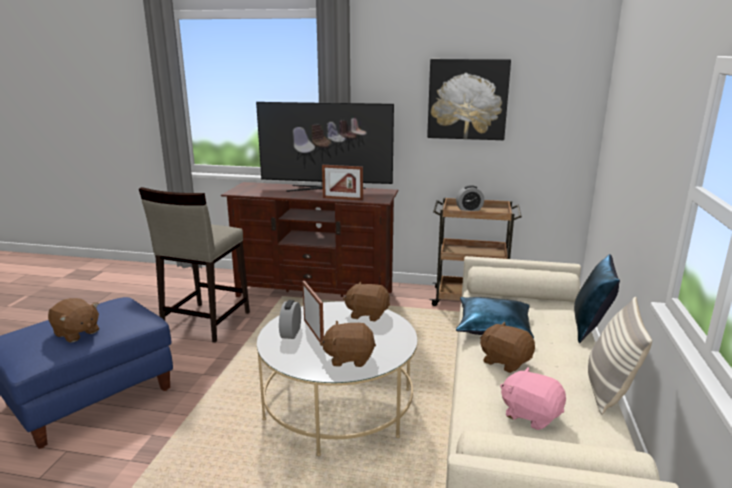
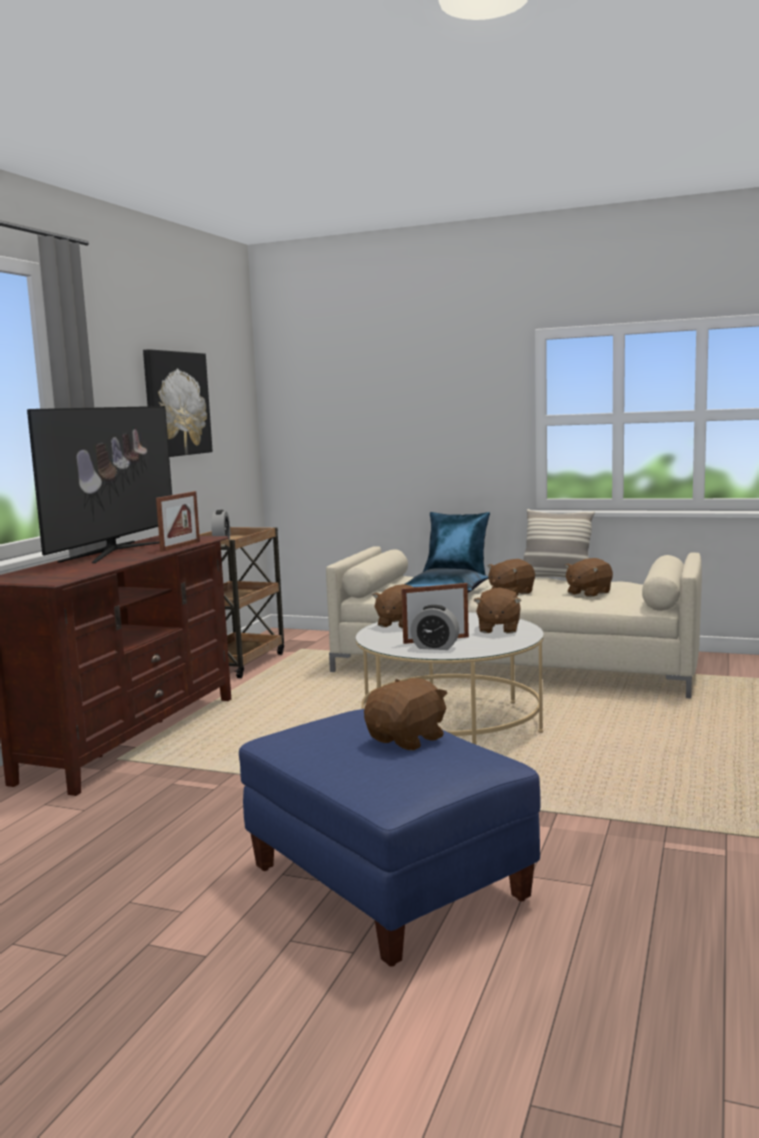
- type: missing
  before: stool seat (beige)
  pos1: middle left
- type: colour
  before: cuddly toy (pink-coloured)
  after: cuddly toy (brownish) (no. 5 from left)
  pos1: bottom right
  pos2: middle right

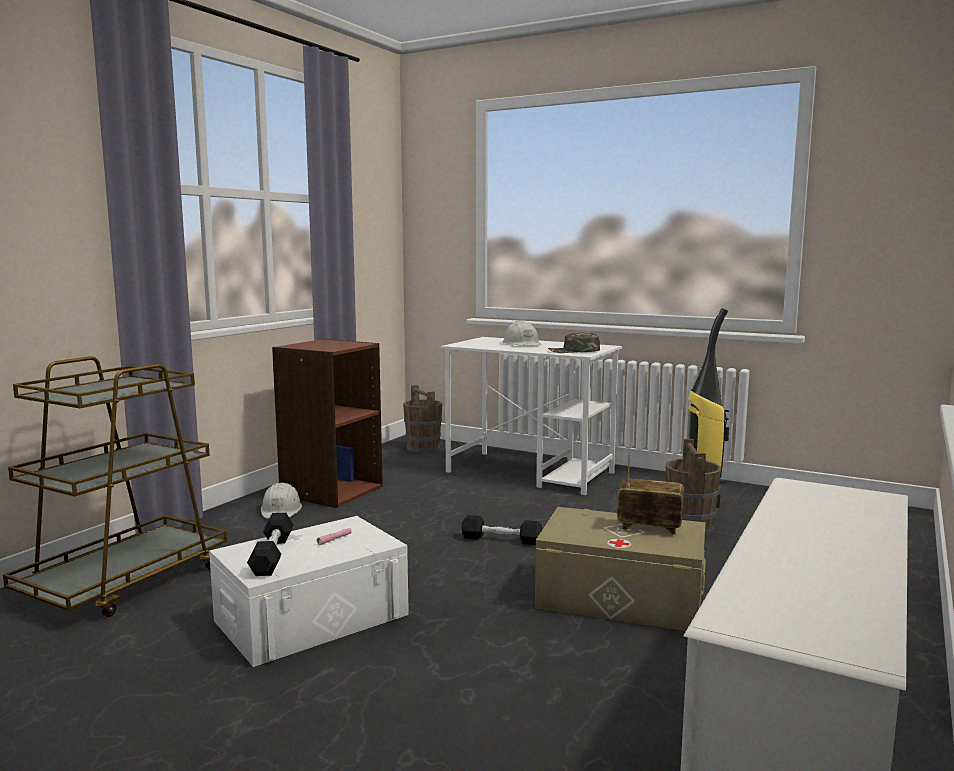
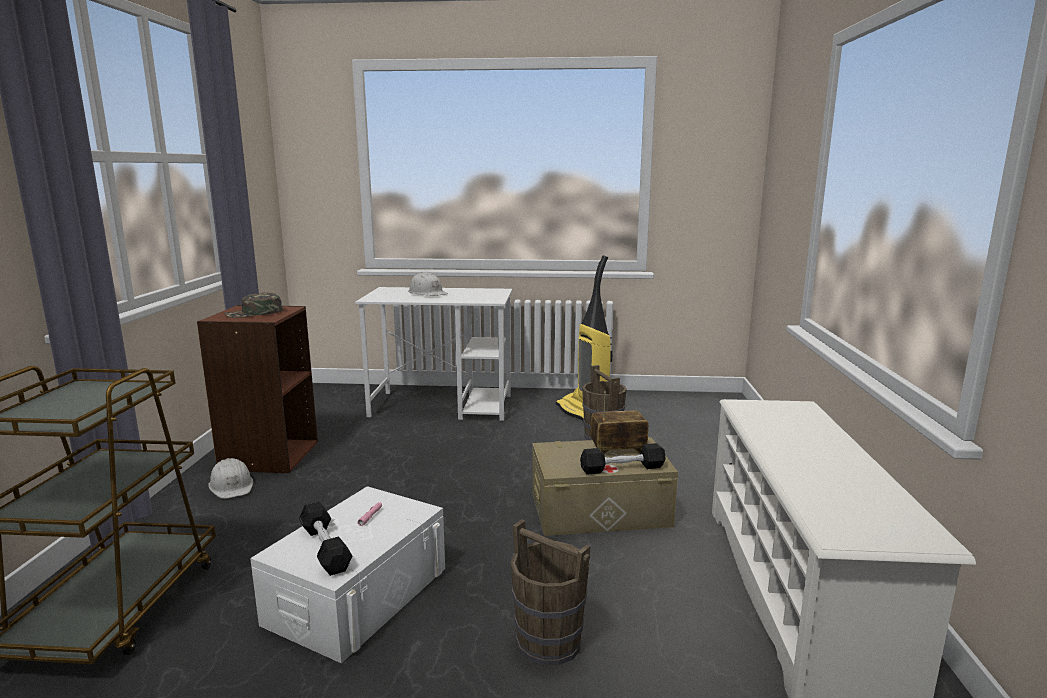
- type: relocated
  before: pail (brownish) (no. 1 from left)
  pos1: centre
  pos2: bottom centre
- type: relocated
  before: free weight (black-coloured) (no. 2 from left)
  pos1: bottom centre
  pos2: centre
- type: relocated
  before: peaked cap (green)
  pos1: centre
  pos2: middle left

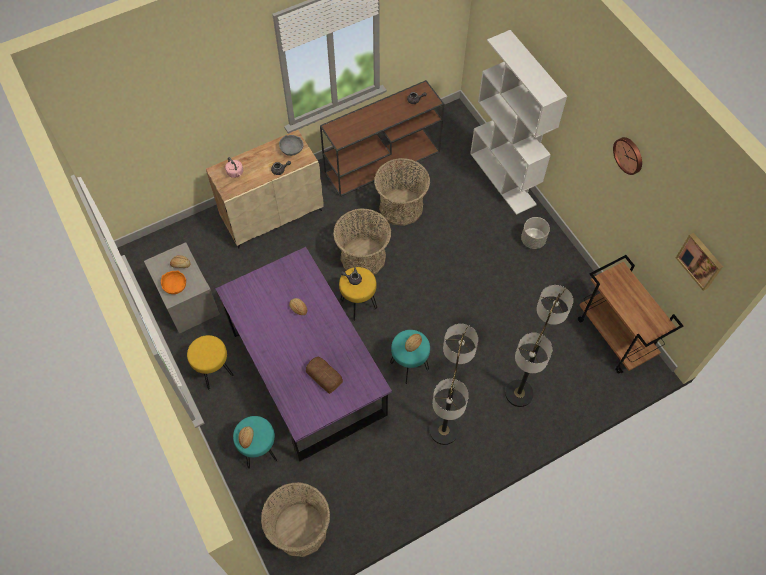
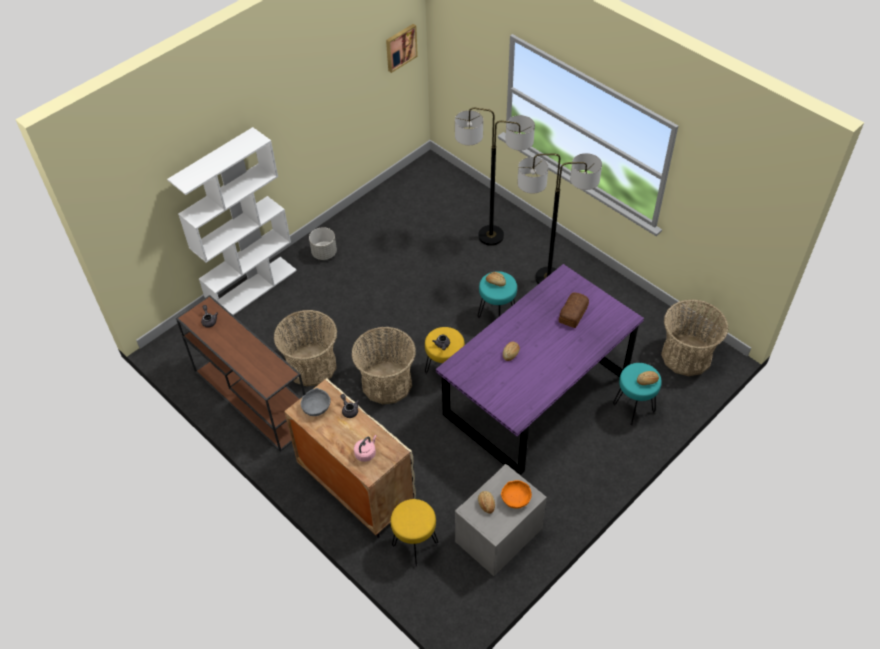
- type: missing
  before: trolley (brownish)
  pos1: middle right
- type: missing
  before: clock on the wall
  pos1: top right
- type: relocated
  before: stool seat (yellowish) (no. 1 from left)
  pos1: middle left
  pos2: bottom centre

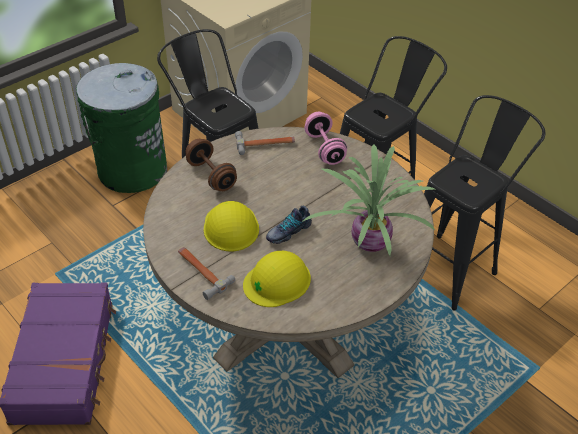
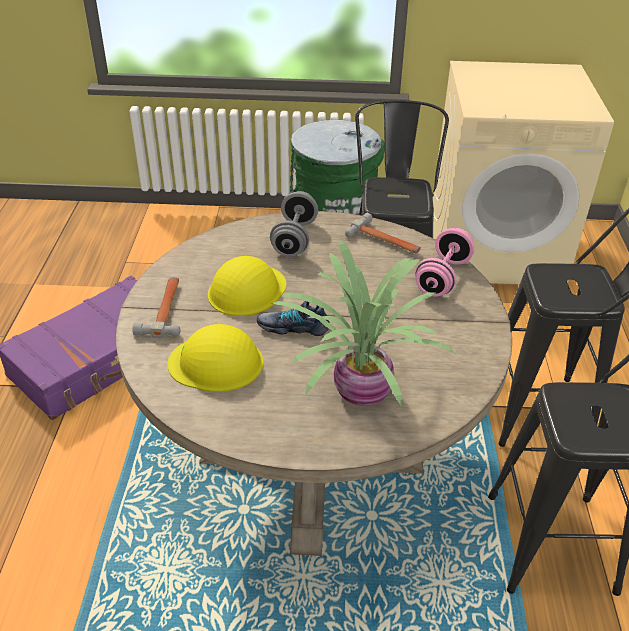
- type: colour
  before: free weight (brownish)
  after: free weight (grey)
  pos1: centre
  pos2: centre

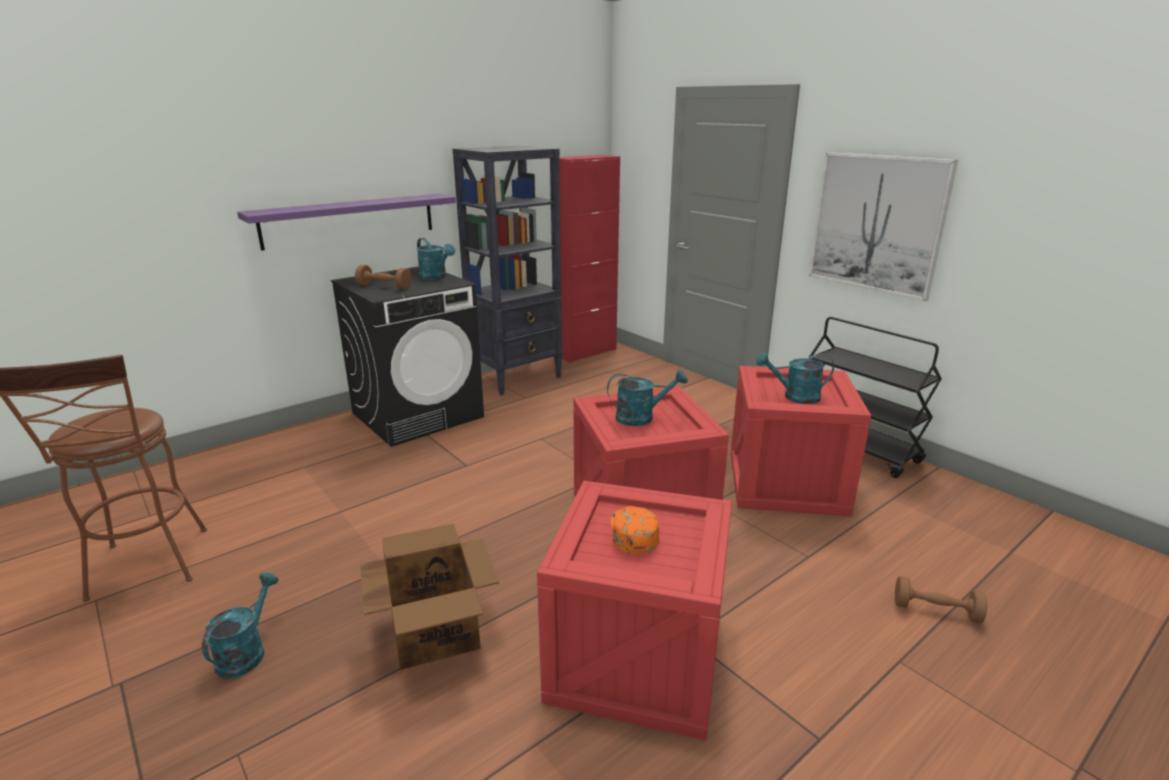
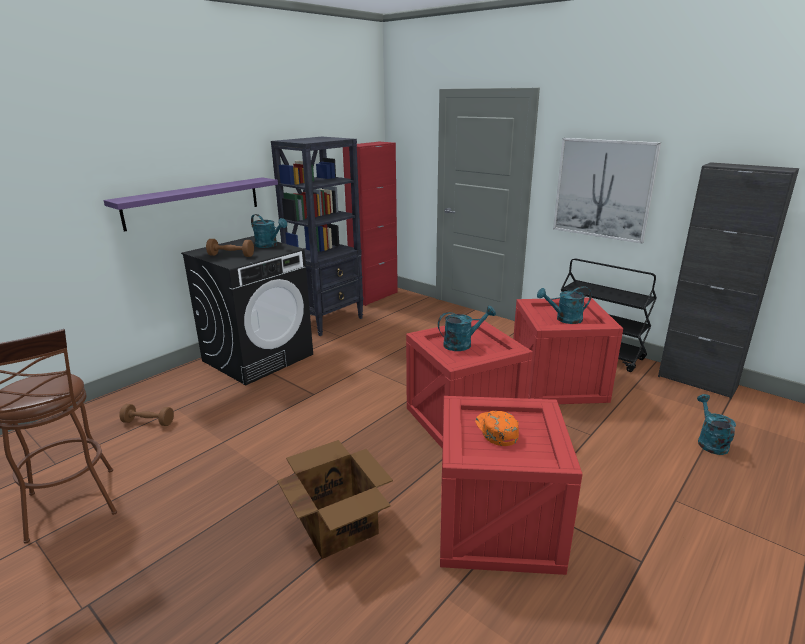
- type: appeared
  after: cabinet (black-coloured)
  pos2: middle right
- type: relocated
  before: sprinkling can (blue-green) (no. 1 from left in the first image)
  after: sprinkling can (blue-green) (no. 4 from left)
  pos1: bottom left
  pos2: middle right
- type: relocated
  before: free weight (brownish) (no. 2 from left in the first image)
  after: free weight (brownish) (no. 1 from left)
  pos1: bottom right
  pos2: middle left

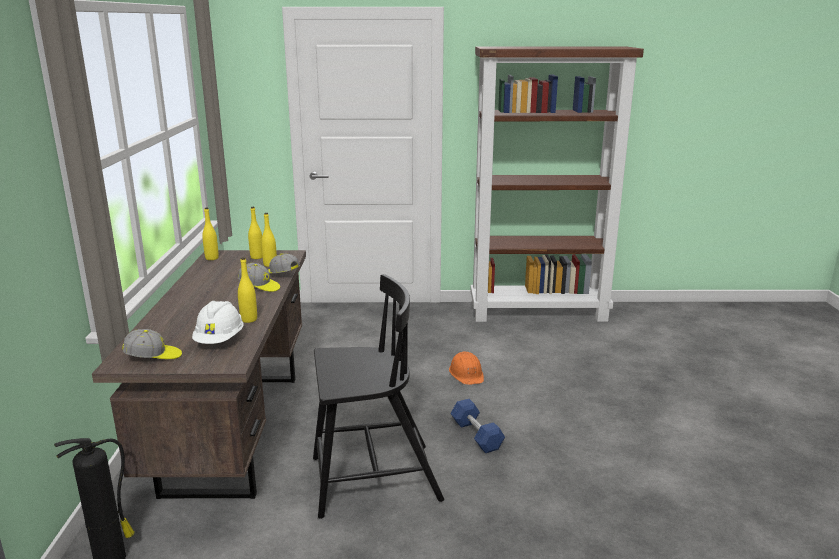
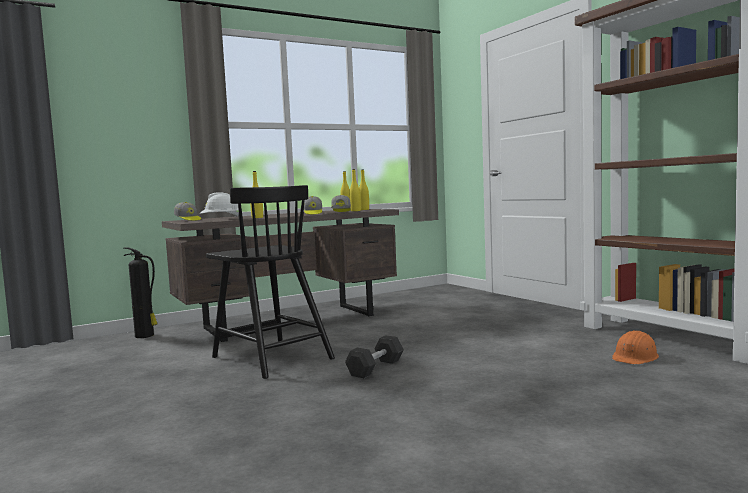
- type: relocated
  before: hard hat (orange-coloured)
  pos1: centre
  pos2: bottom right
- type: colour
  before: free weight (bluish)
  after: free weight (grey)
  pos1: bottom centre
  pos2: bottom centre

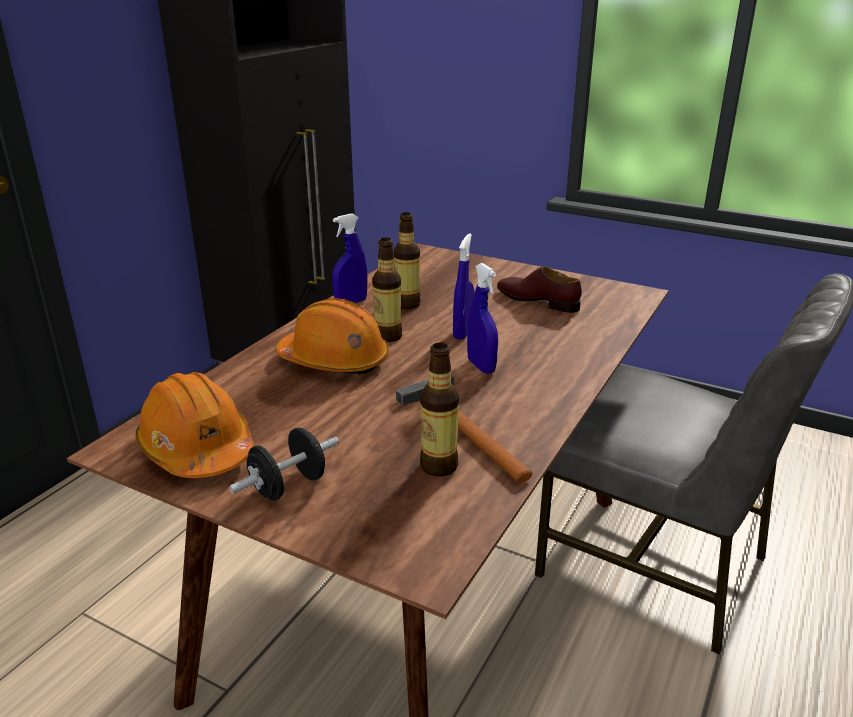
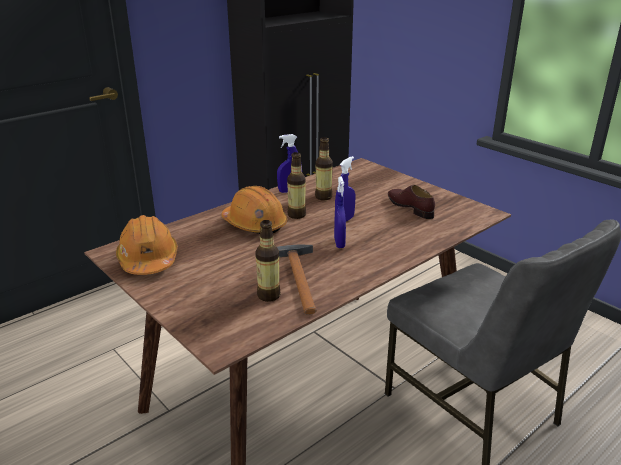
- type: missing
  before: free weight (black-coloured)
  pos1: middle left

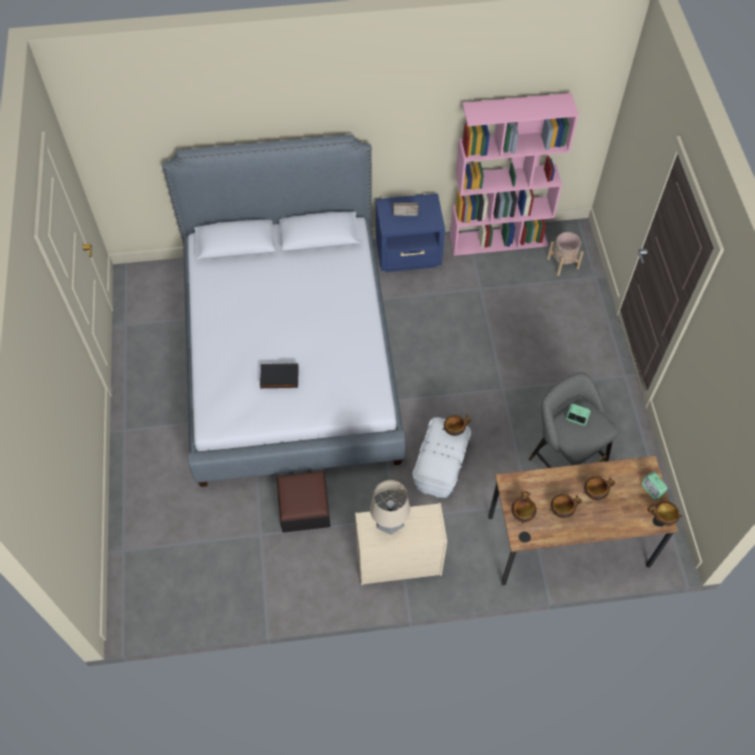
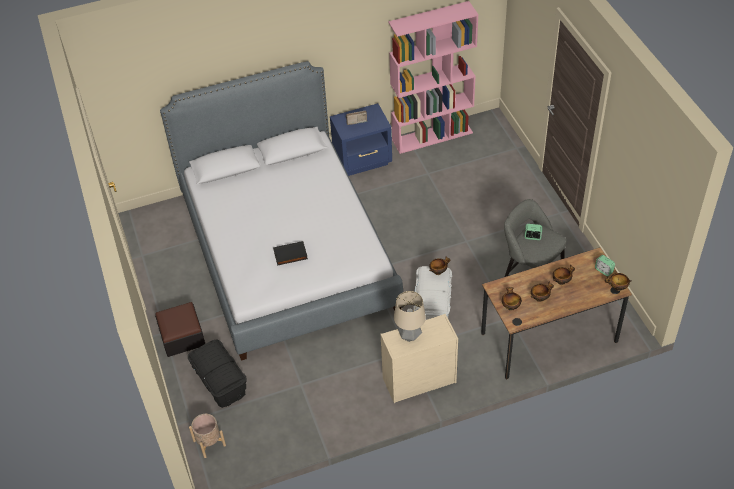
- type: appeared
  after: storage container (black-coloured)
  pos2: bottom left
- type: relocated
  before: pouffe
  pos1: centre
  pos2: bottom left
- type: relocated
  before: planter (beige)
  pos1: middle right
  pos2: bottom left

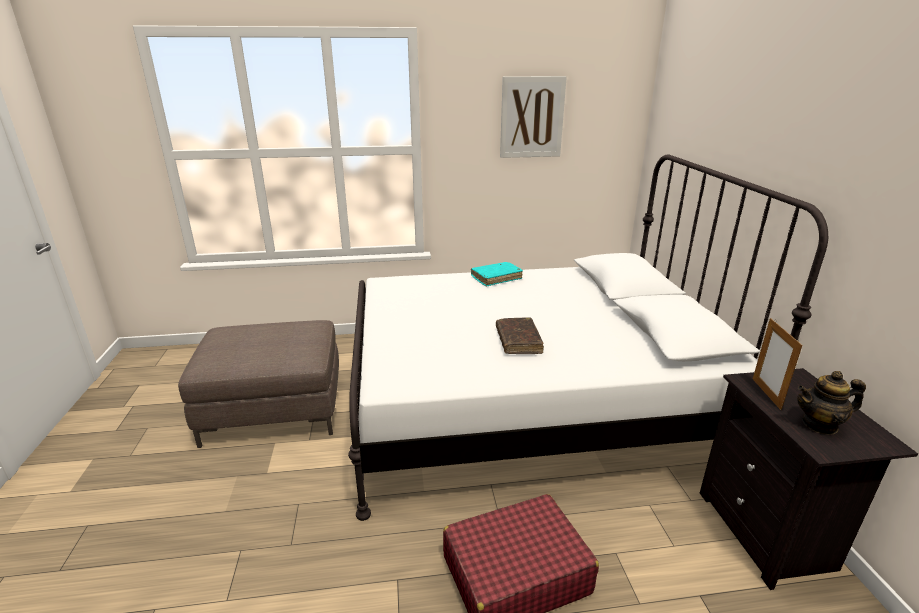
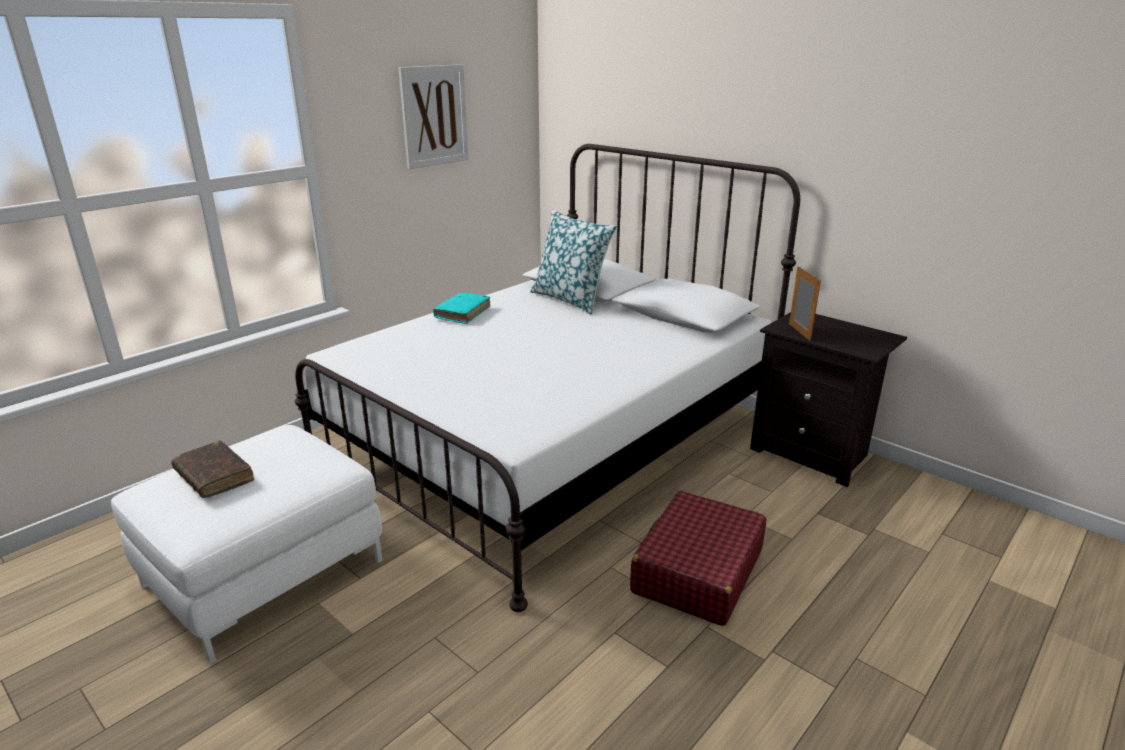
- type: missing
  before: tea pot
  pos1: middle right
- type: appeared
  after: pillow
  pos2: centre
- type: relocated
  before: book (brownish)
  pos1: centre
  pos2: middle left
- type: colour
  before: pouffe (brownish)
  after: pouffe (white-coloured)
  pos1: middle left
  pos2: bottom left
- type: spun
  before: standing frame
  pos1: middle right
  pos2: middle right
  turn: -150

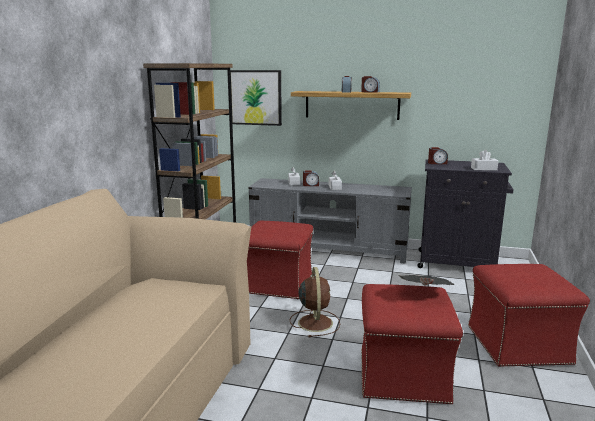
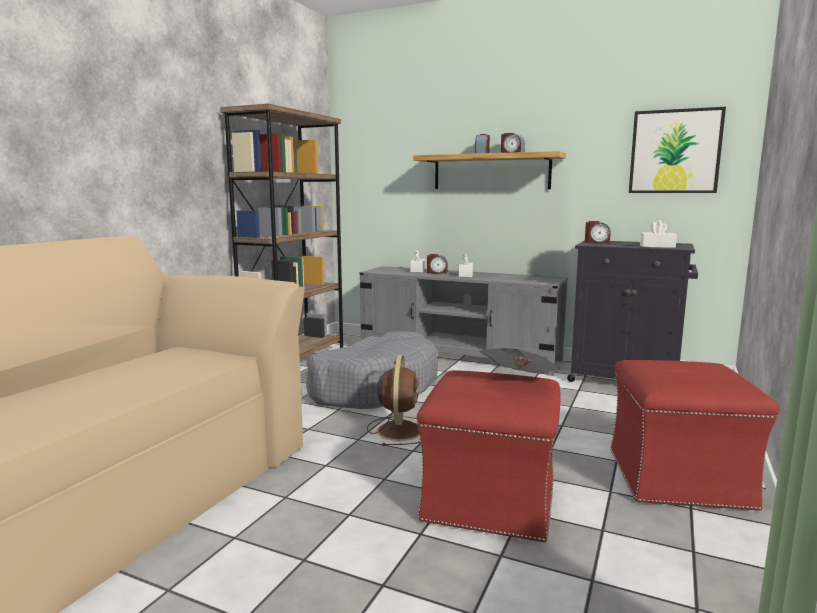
- type: relocated
  before: picture
  pos1: top centre
  pos2: top right
- type: exchanged
  before: pouffe (reddish) (no. 1 from left)
  after: pet bed (grey)
  pos1: centre
  pos2: centre

